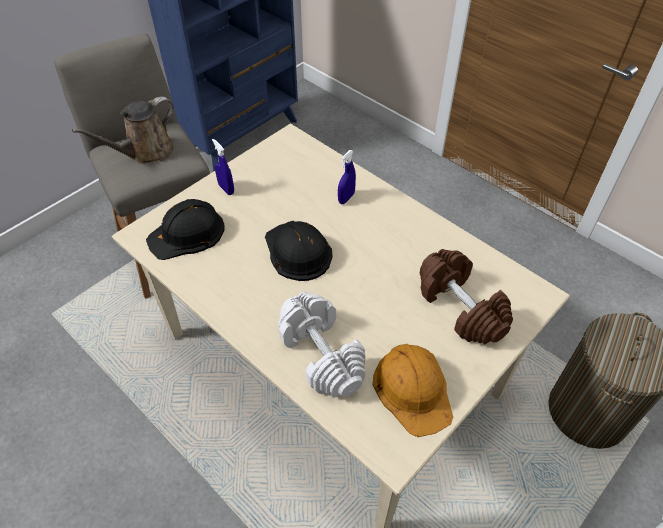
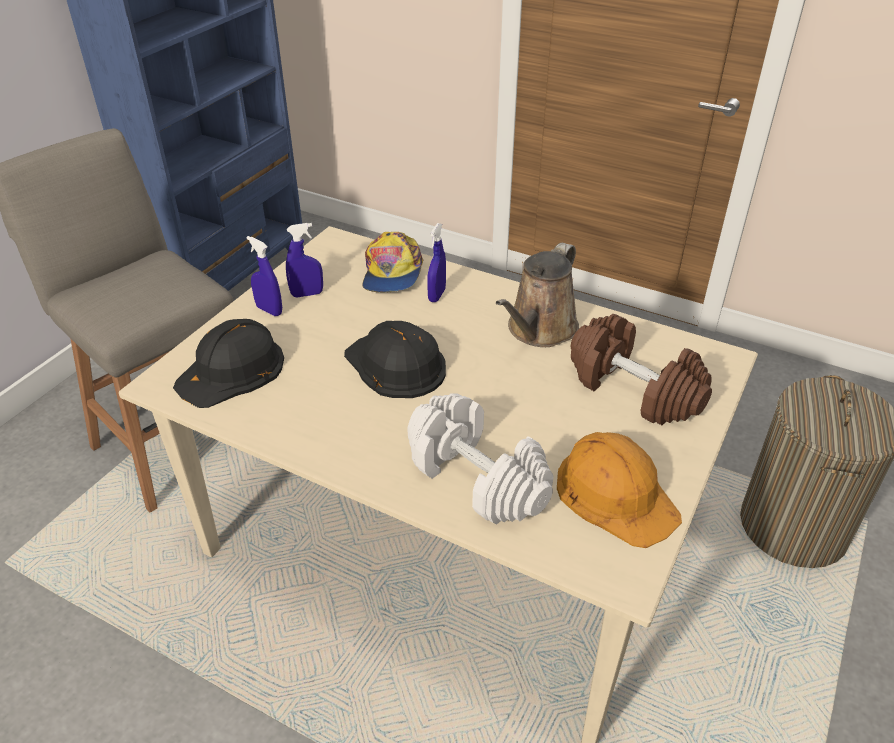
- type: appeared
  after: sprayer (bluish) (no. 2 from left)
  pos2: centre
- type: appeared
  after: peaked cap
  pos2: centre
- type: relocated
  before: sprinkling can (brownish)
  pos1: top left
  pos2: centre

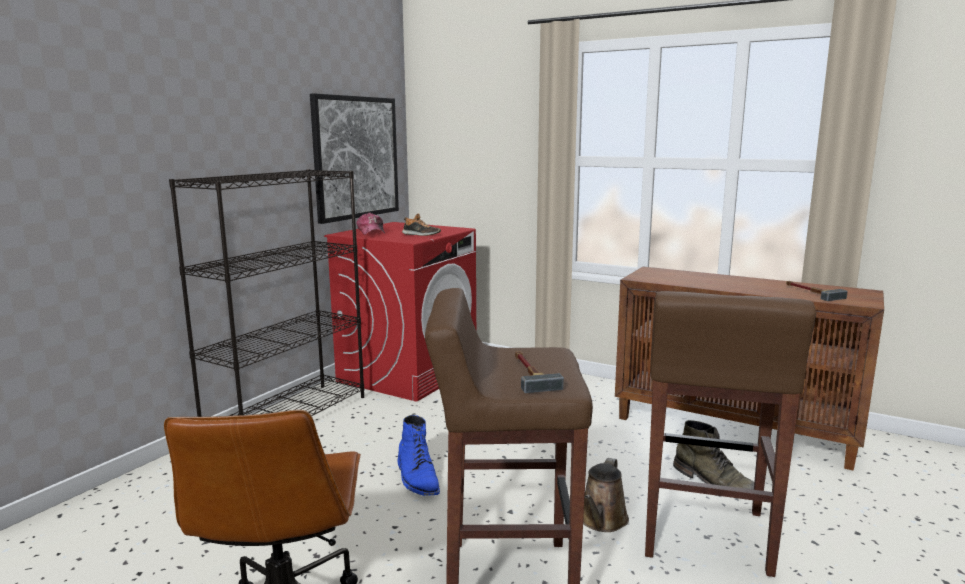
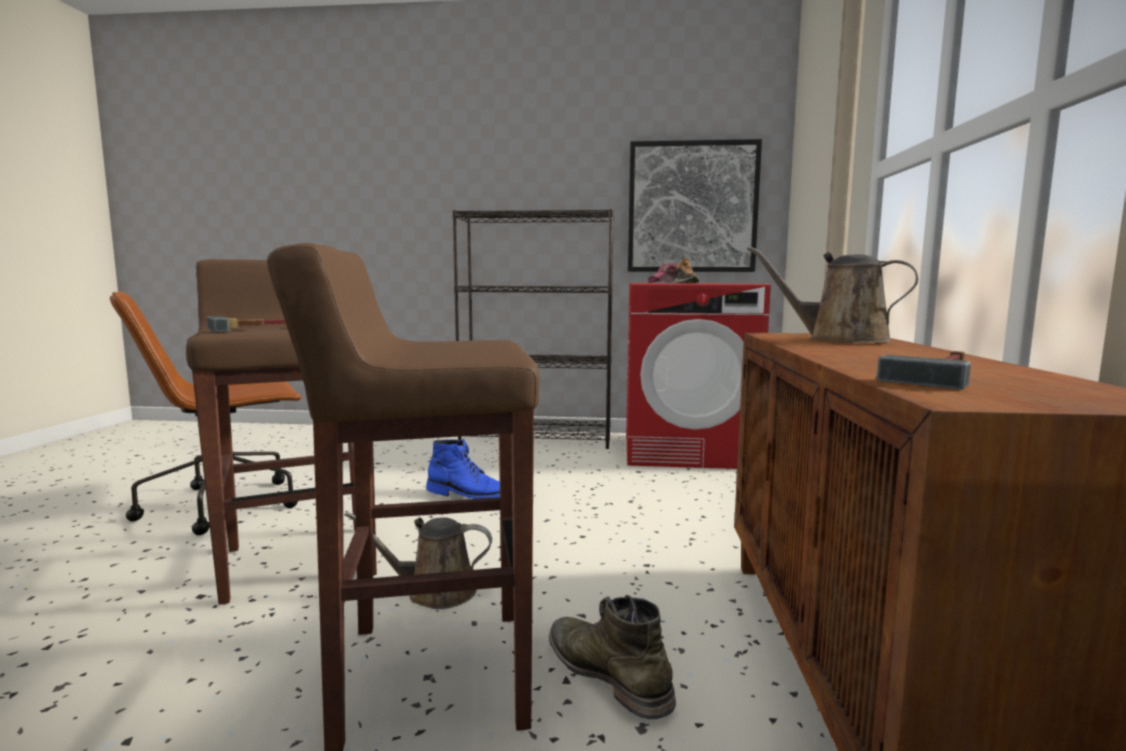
- type: appeared
  after: sprinkling can (brownish) (no. 2 from left)
  pos2: middle right
- type: spun
  before: high-top boot (bluish)
  pos1: bottom centre
  pos2: centre
  turn: -120
- type: spun
  before: high-top boot (green)
  pos1: bottom right
  pos2: bottom centre
  turn: 120

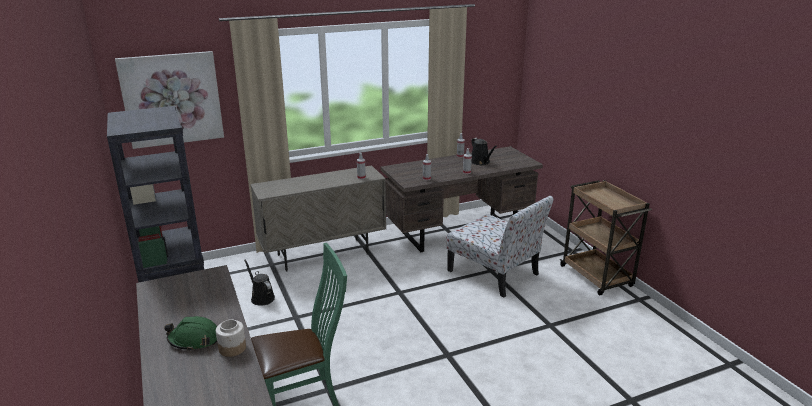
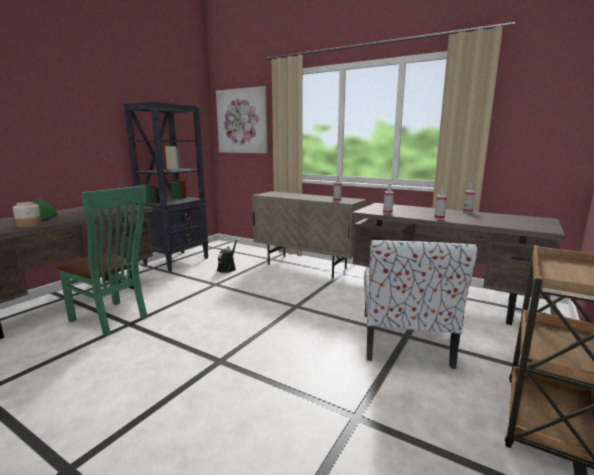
- type: missing
  before: sprinkling can (black-coloured) (no. 2 from left)
  pos1: centre

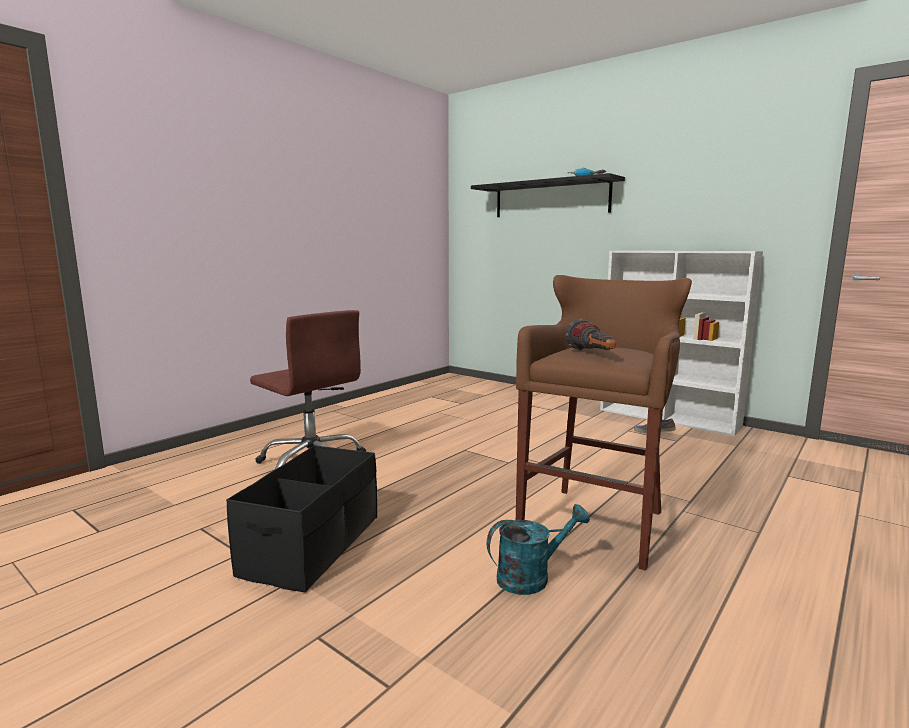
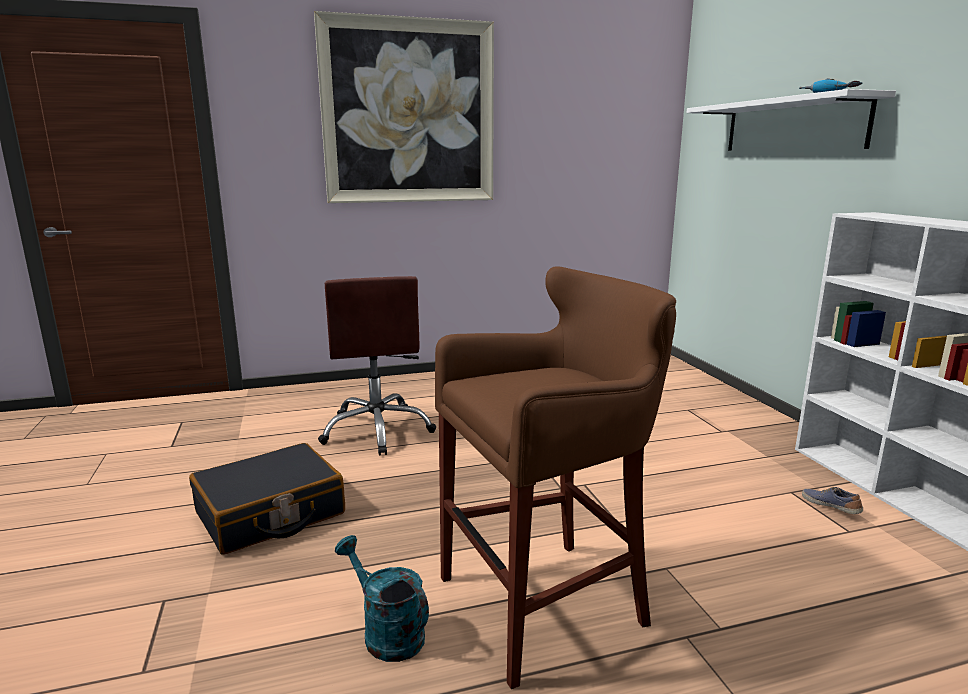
- type: missing
  before: flashlight
  pos1: centre
- type: appeared
  after: picture
  pos2: top centre
- type: exchanged
  before: storage container (black-coloured)
  after: piece of luggage (black-coloured)
  pos1: bottom left
  pos2: bottom left
- type: colour
  before: shelf (black-coloured)
  after: shelf (white-coloured)
  pos1: top centre
  pos2: top right
- type: spun
  before: sprinkling can (blue-green)
  pos1: bottom centre
  pos2: bottom centre
  turn: -150

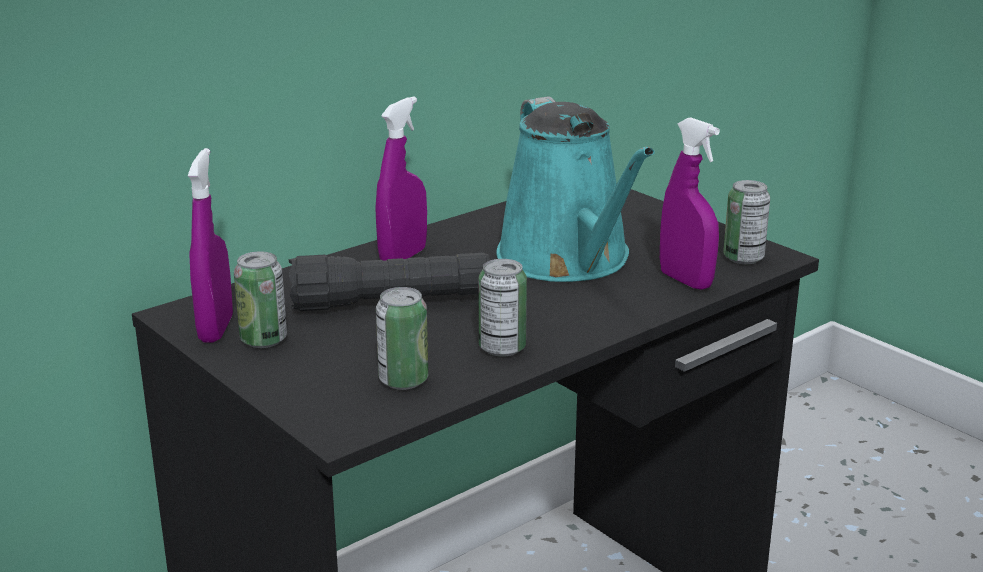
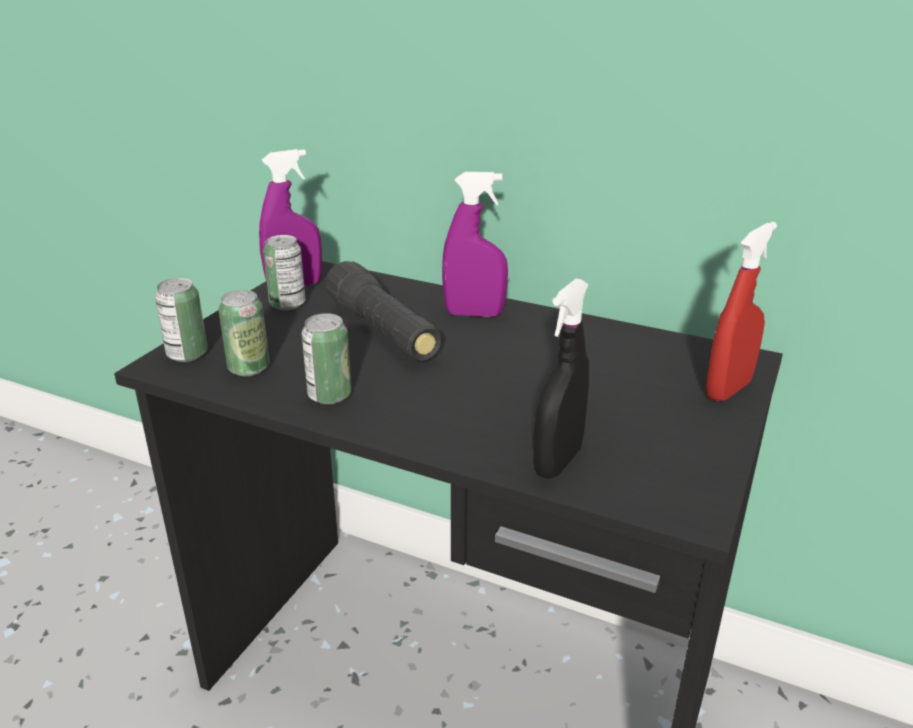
- type: missing
  before: sprinkling can (blue-green)
  pos1: top centre
- type: appeared
  after: sprayer (reddish)
  pos2: middle right
- type: relocated
  before: metal can (no. 4 from left in the first image)
  after: metal can (no. 1 from left)
  pos1: middle right
  pos2: middle left
- type: colour
  before: sprayer (purple) (no. 3 from left)
  after: sprayer (black-coloured)
  pos1: middle right
  pos2: centre

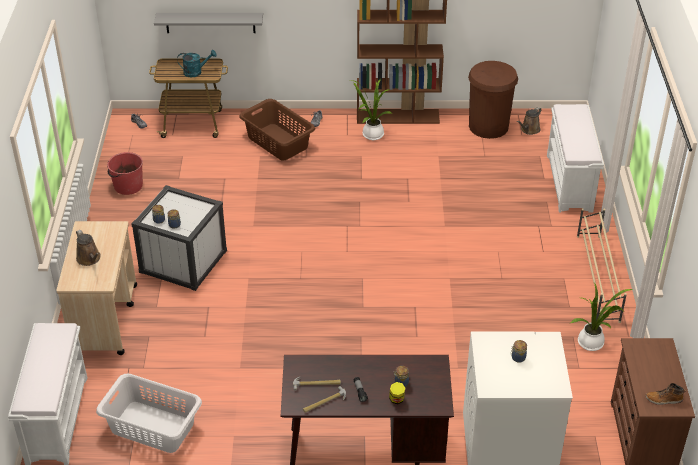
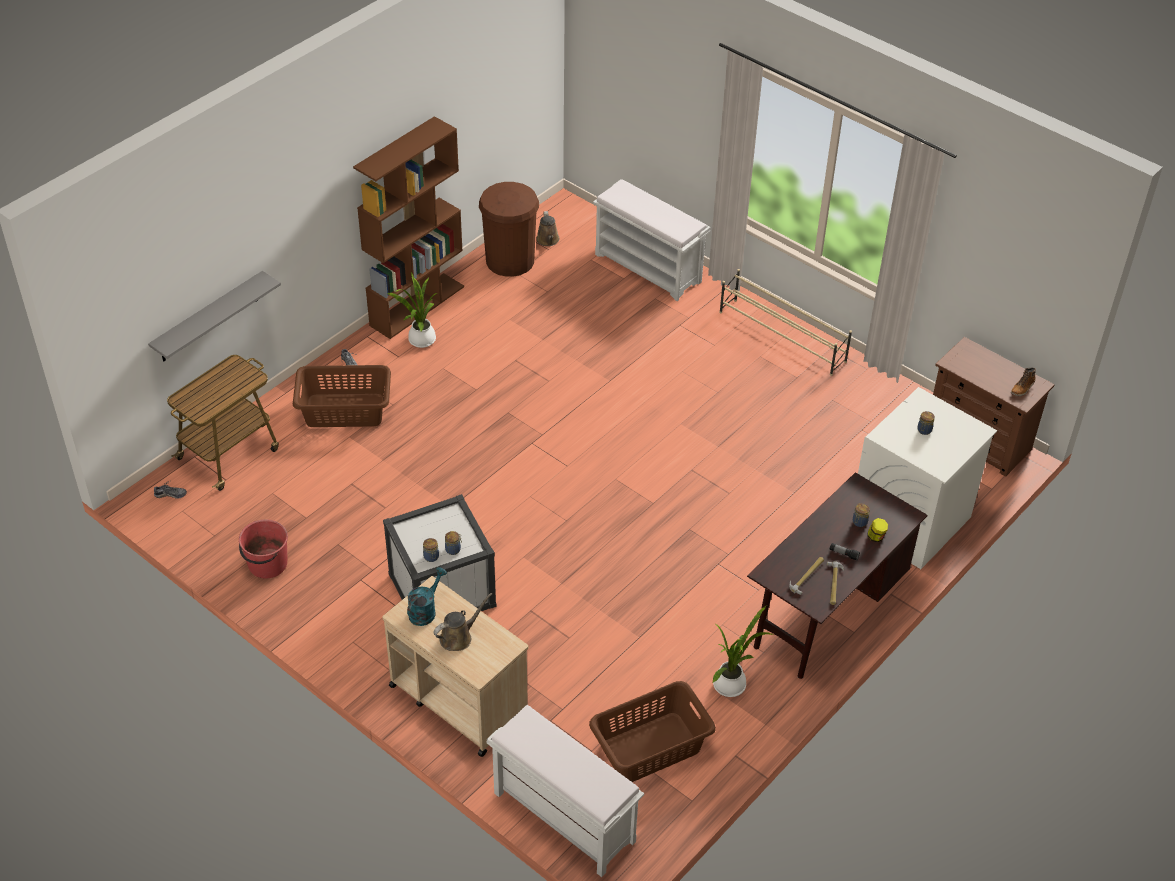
- type: relocated
  before: sprinkling can (blue-green)
  pos1: top left
  pos2: bottom centre
- type: relocated
  before: potted plant (no. 2 from left)
  pos1: bottom right
  pos2: bottom centre
- type: colour
  before: washing basket (white-coloured)
  after: washing basket (brownish) (no. 2 from left)
  pos1: bottom left
  pos2: bottom centre
- type: spun
  before: sprinkling can (brownish) (no. 1 from left)
  pos1: middle left
  pos2: bottom centre
  turn: -45

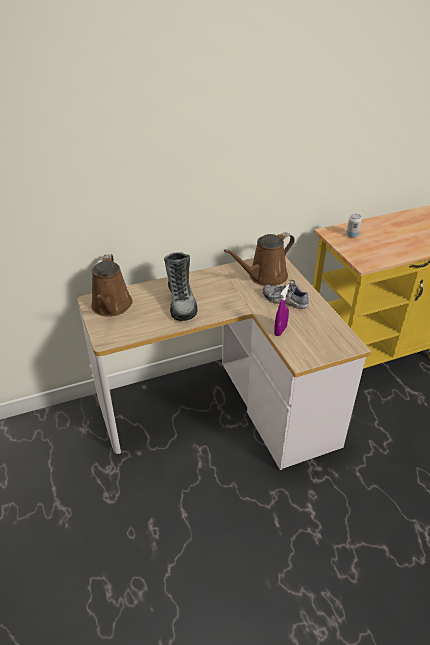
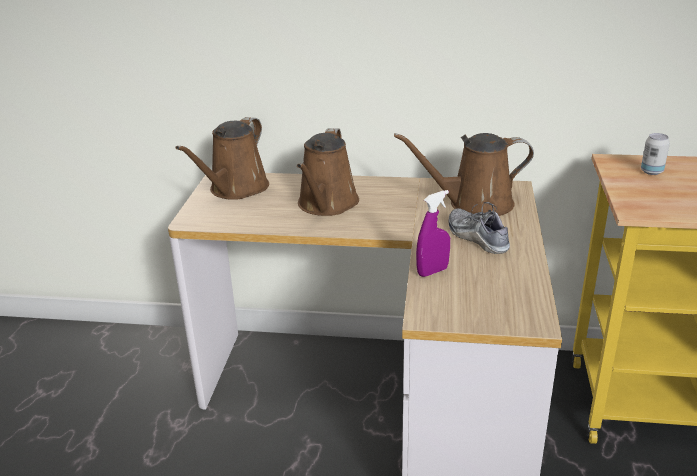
- type: exchanged
  before: high-top boot
  after: sprinkling can (brownish) (no. 2 from left)
  pos1: centre
  pos2: centre

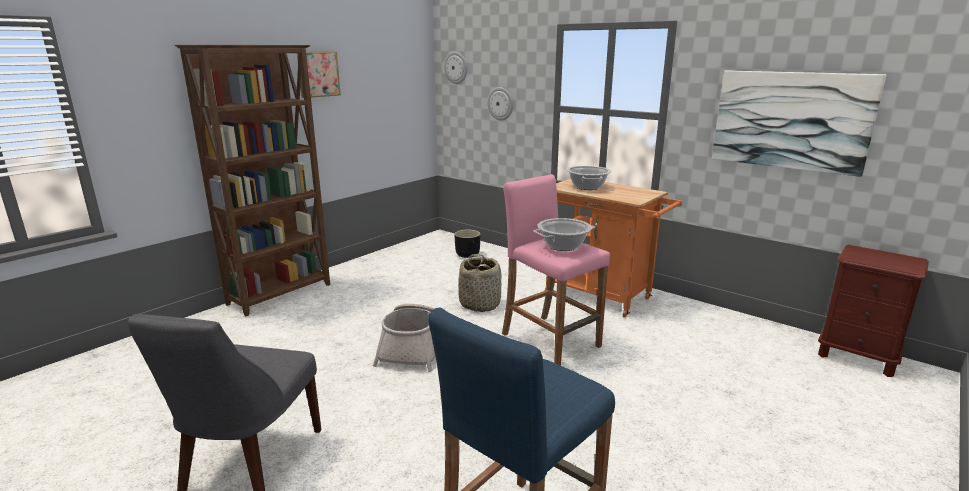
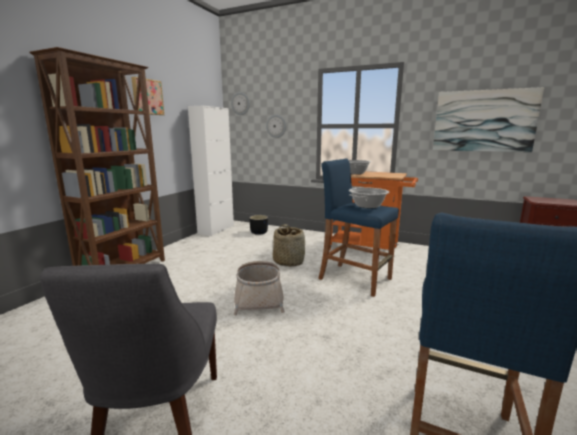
- type: appeared
  after: cabinet (white-coloured)
  pos2: centre
- type: colour
  before: stool seat (pink-coloured)
  after: stool seat (bluish) (no. 1 from left)
  pos1: centre
  pos2: centre

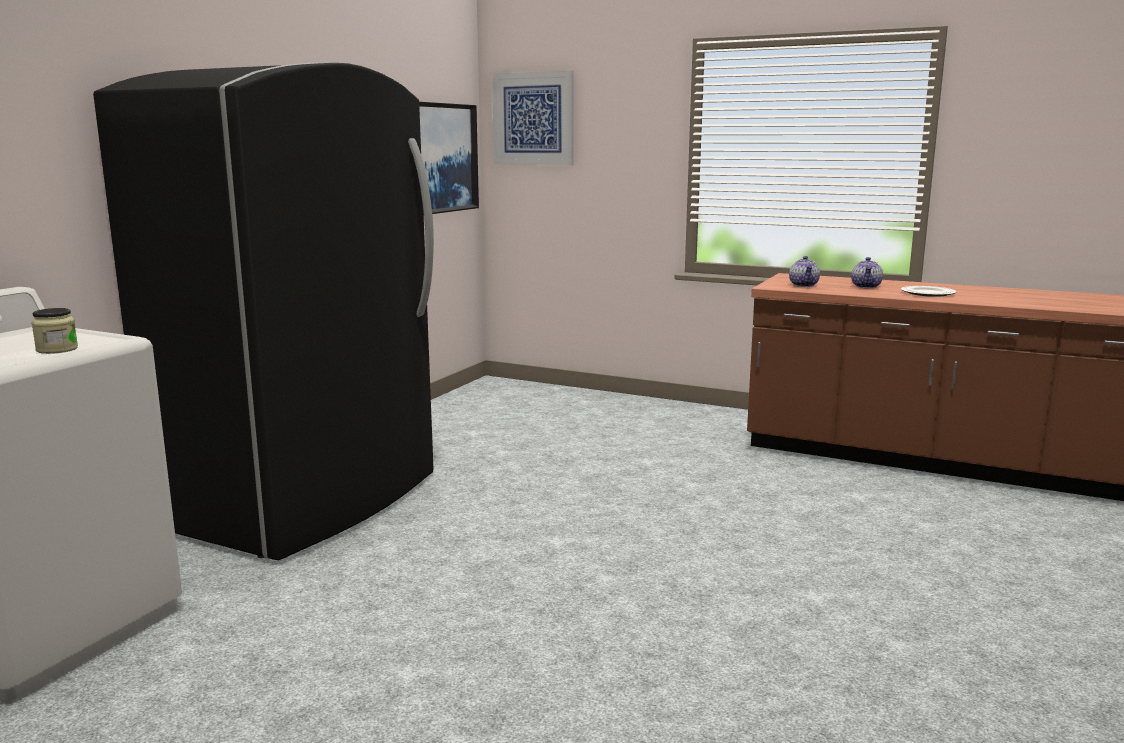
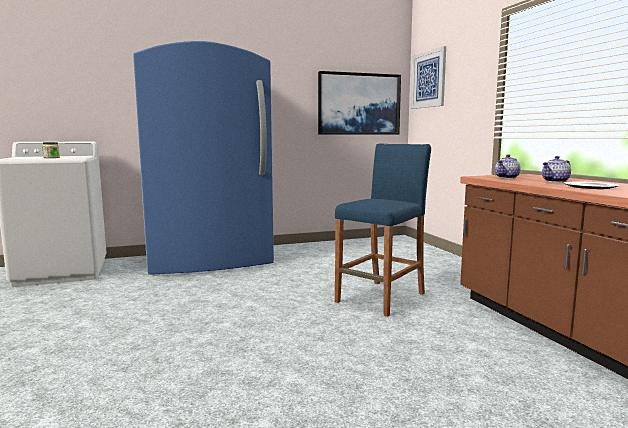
- type: appeared
  after: stool seat (bluish)
  pos2: centre
- type: colour
  before: fridge (black-coloured)
  after: fridge (bluish)
  pos1: middle left
  pos2: middle left

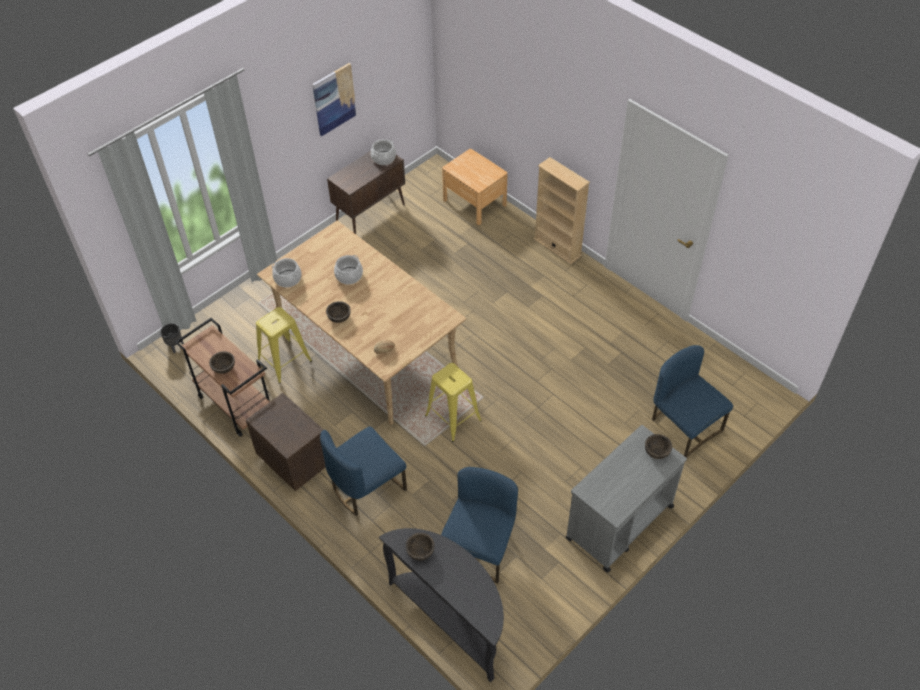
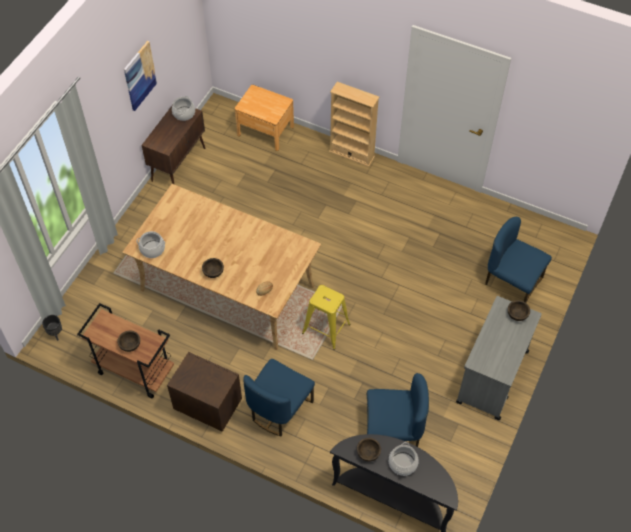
- type: missing
  before: stool seat (yellowish) (no. 1 from left)
  pos1: middle left
- type: relocated
  before: stockpot (no. 2 from left in the first image)
  after: stockpot (no. 3 from left)
  pos1: centre
  pos2: bottom centre
- type: spun
  before: upright chair (bluish) (no. 2 from left)
  pos1: bottom centre
  pos2: bottom centre
  turn: 90

